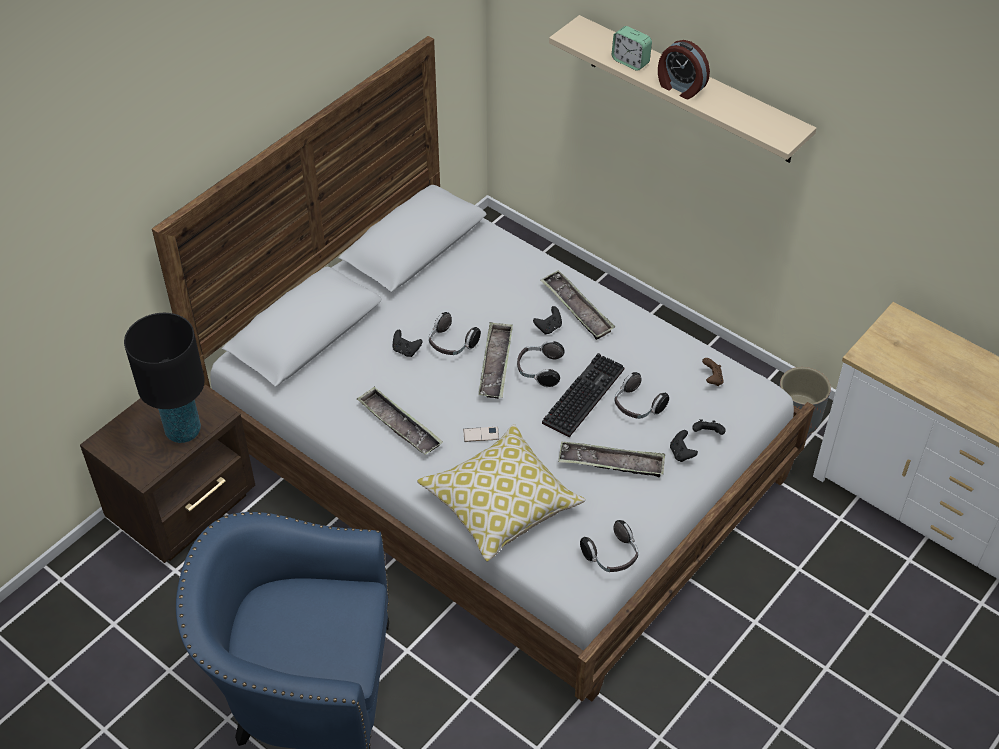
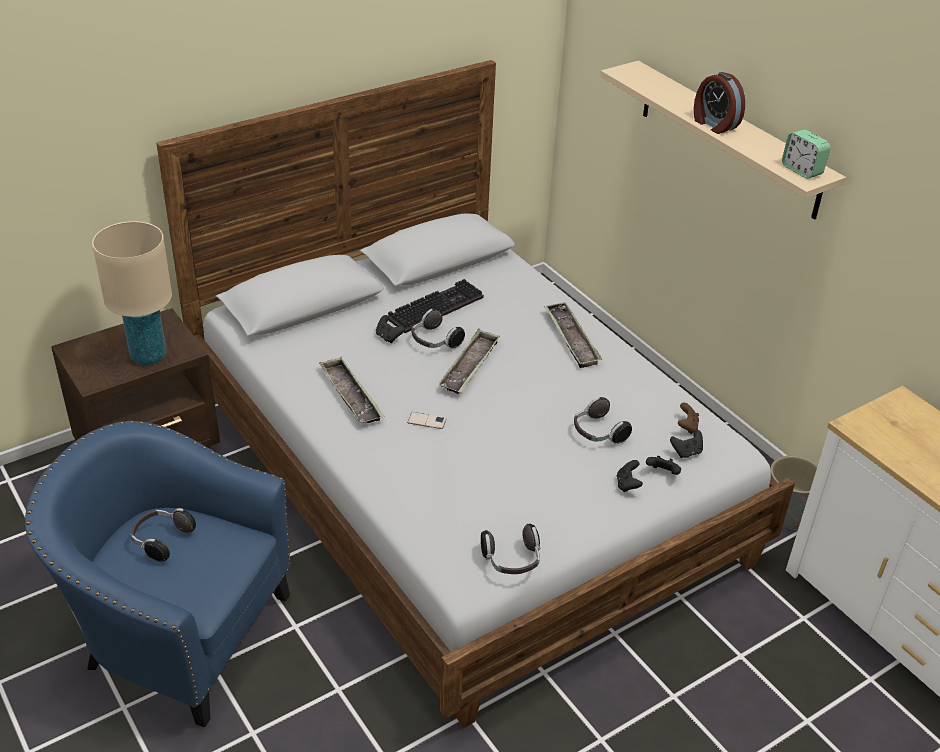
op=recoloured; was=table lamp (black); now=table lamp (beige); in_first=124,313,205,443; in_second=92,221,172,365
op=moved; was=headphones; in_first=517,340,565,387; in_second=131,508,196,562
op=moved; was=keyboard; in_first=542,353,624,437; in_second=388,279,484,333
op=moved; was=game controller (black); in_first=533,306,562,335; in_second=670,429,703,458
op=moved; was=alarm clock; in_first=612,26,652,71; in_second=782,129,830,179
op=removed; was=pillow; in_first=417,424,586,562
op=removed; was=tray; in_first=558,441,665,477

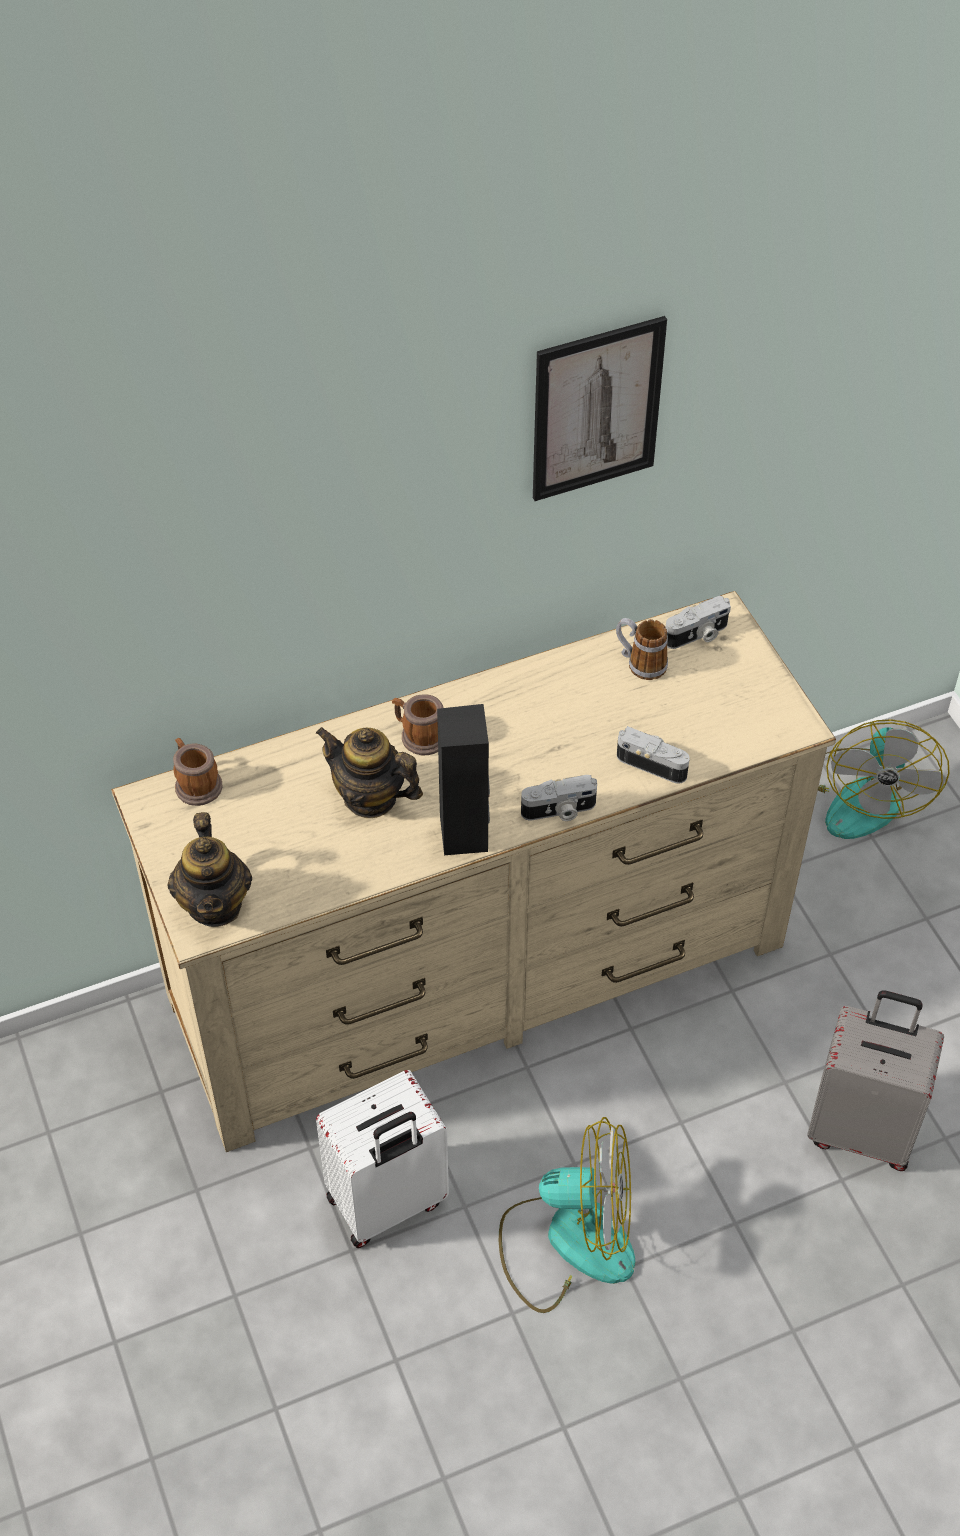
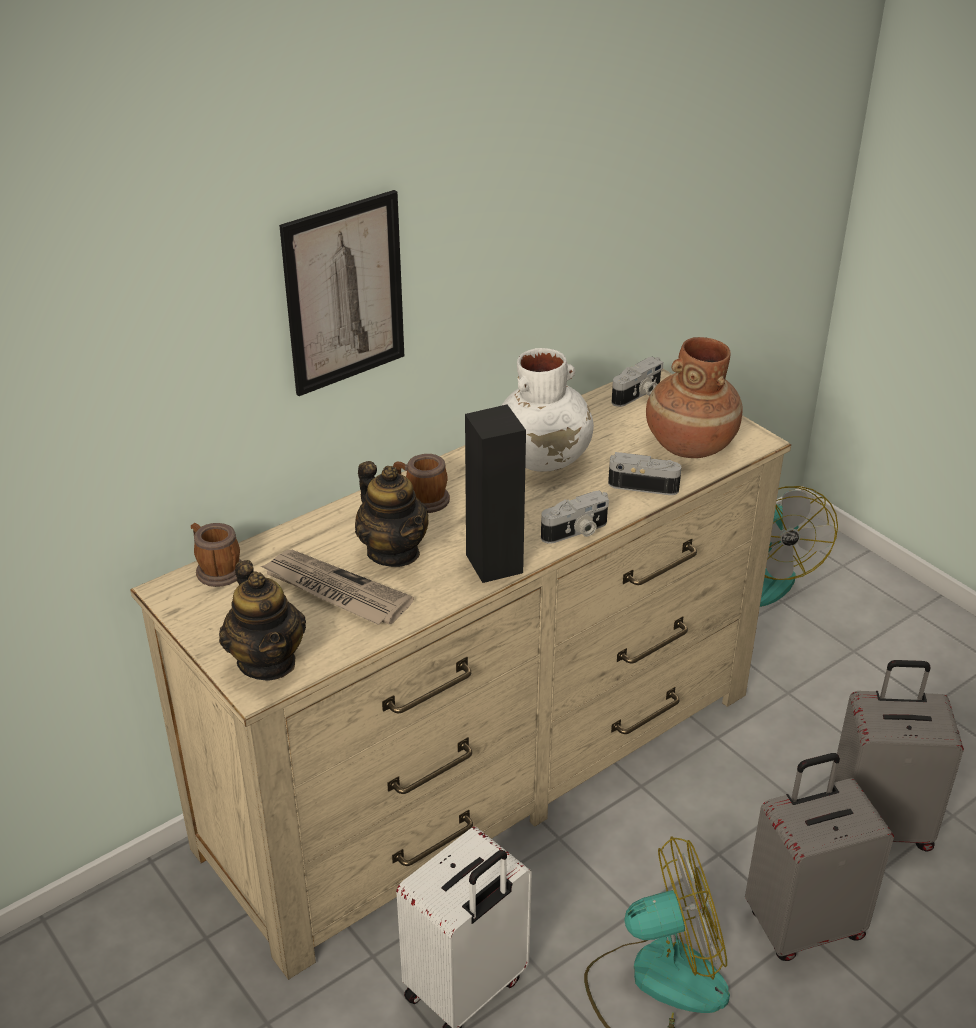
op=added; now=newspaper; in_second=261,550,414,625
op=moved; was=picture; in_first=533,316,667,501; in_second=279,190,404,396
op=turned; was=teapot; in_first=316,727,423,818; in_second=355,461,429,567; clockwise=-135
op=added; now=vase (white); in_second=501,348,594,472
op=added; now=vase (brown); in_second=646,337,742,458
op=added; now=suitcase (grey); in_second=745,753,894,961
op=removed; was=mug; in_first=616,618,668,680

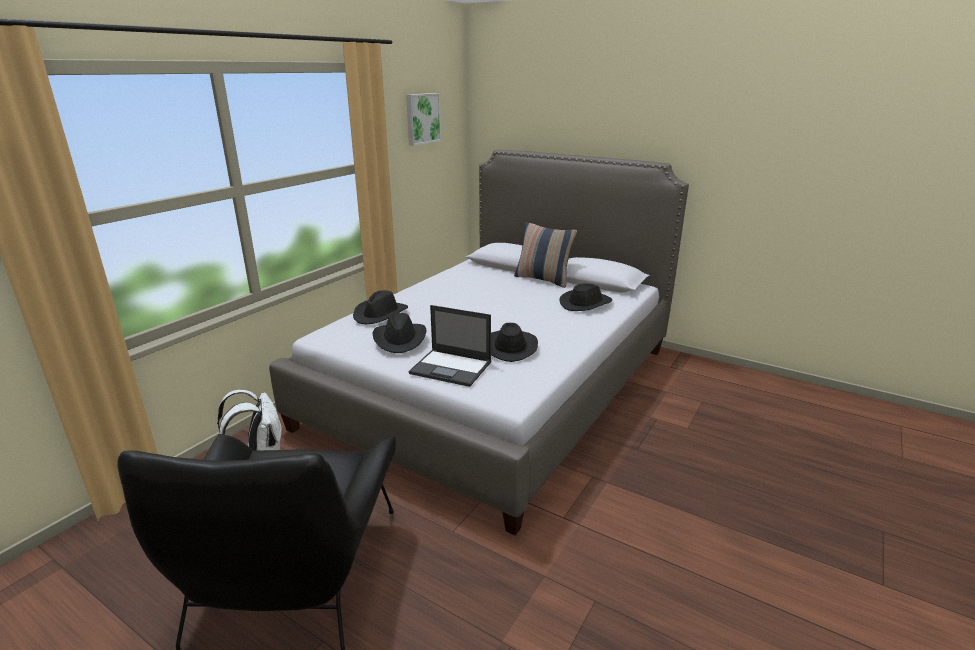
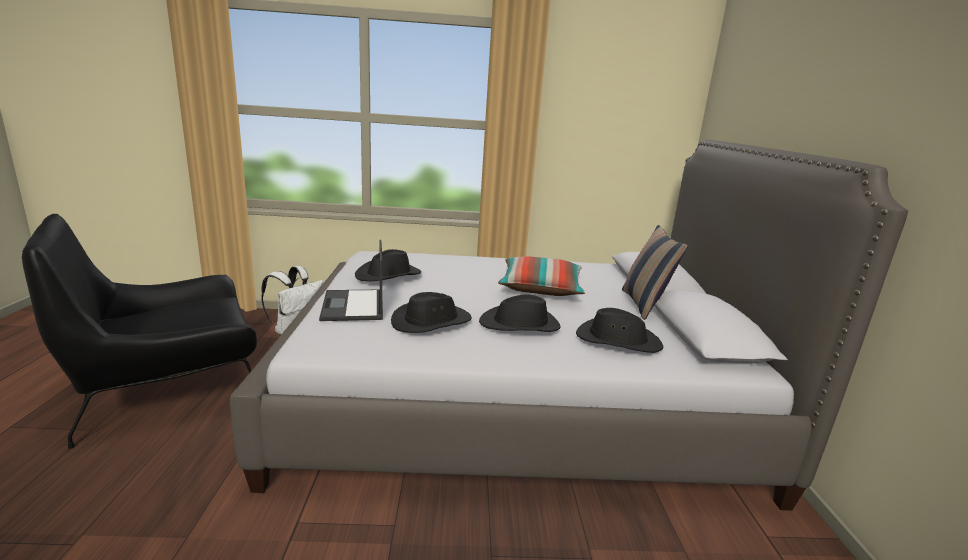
op=moved; was=hat (black); in_first=353,290,408,324; in_second=479,294,561,332
op=added; now=pillow; in_second=498,256,585,296
op=removed; was=picture; in_first=406,93,442,146

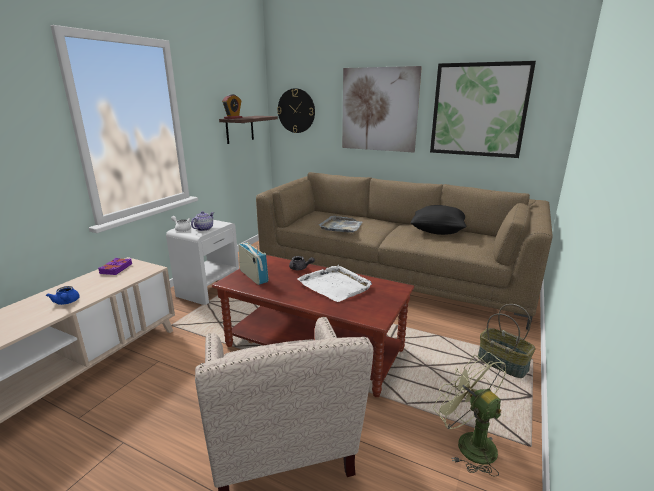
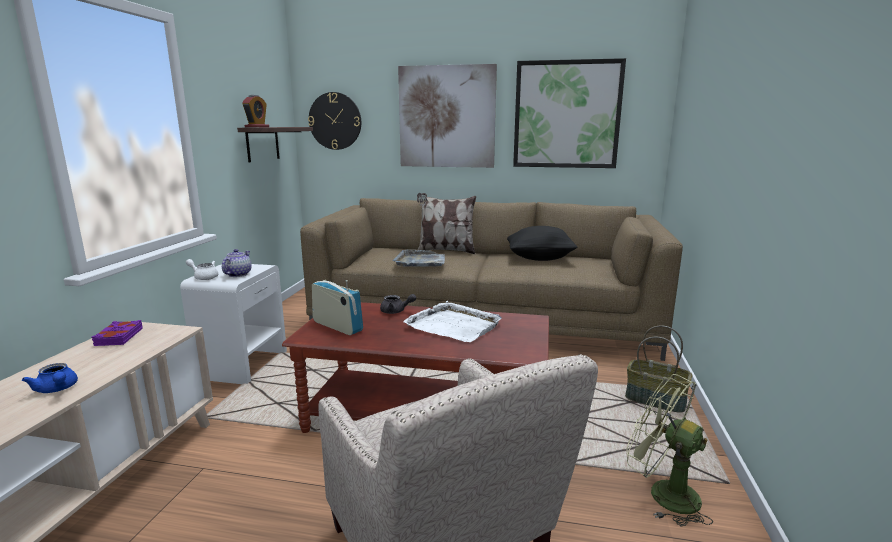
op=added; now=pillow; in_second=417,193,476,254

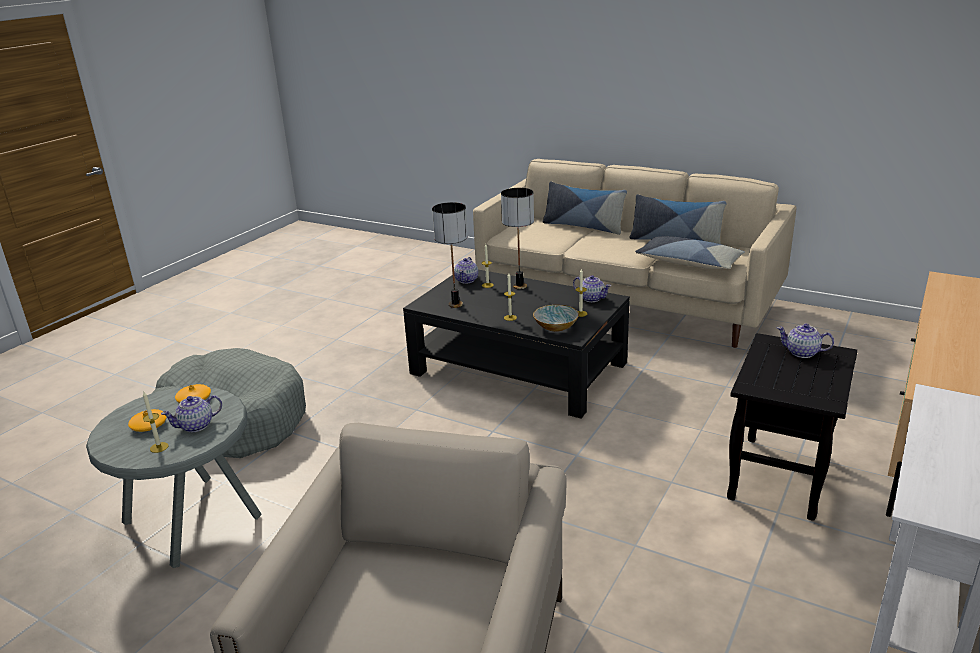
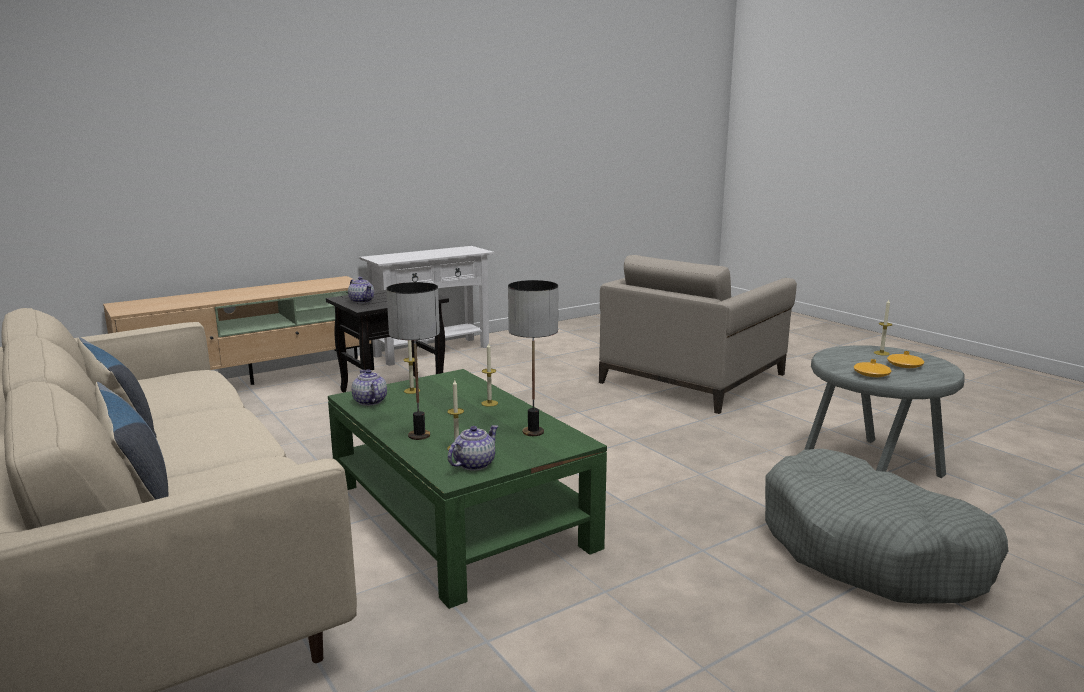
op=recoloured; was=coffee table (black); now=coffee table (green); in_first=403,270,630,418; in_second=328,369,607,609
op=removed; was=teapot; in_first=161,395,222,432
op=removed; was=bowl; in_first=533,305,579,332
op=removed; was=pillow; in_first=635,236,745,269

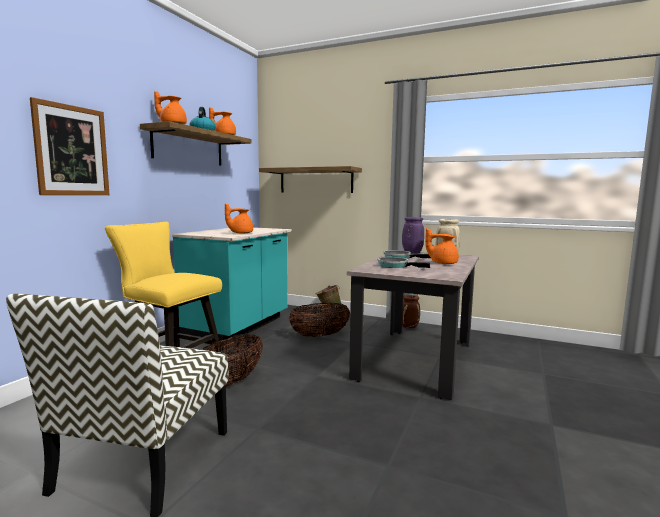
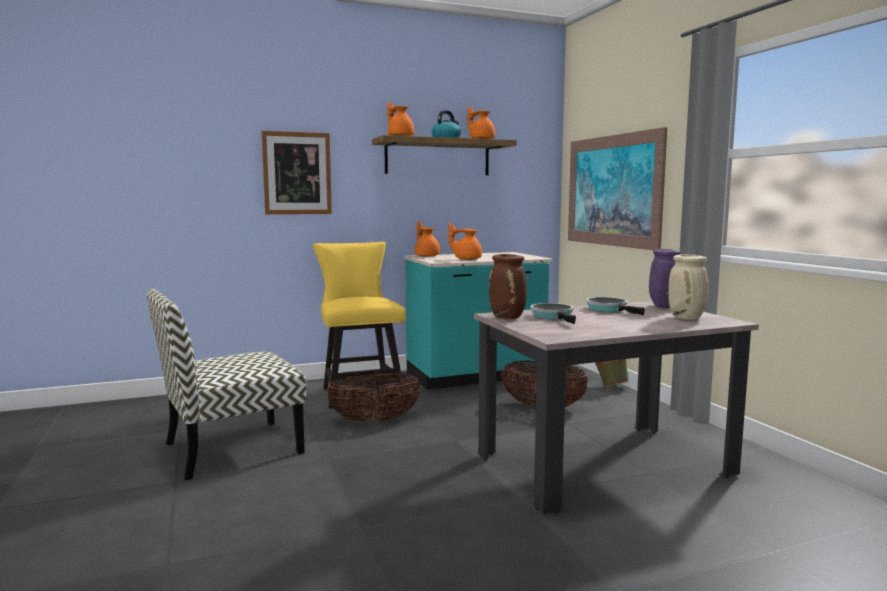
op=moved; was=teapot (orange); in_first=425,228,459,264; in_second=415,221,440,257
op=moved; was=vase (brown); in_first=402,295,420,328; in_second=489,254,527,319
op=replaced; was=shelf; now=picture; in_first=259,166,362,193; in_second=568,127,667,250

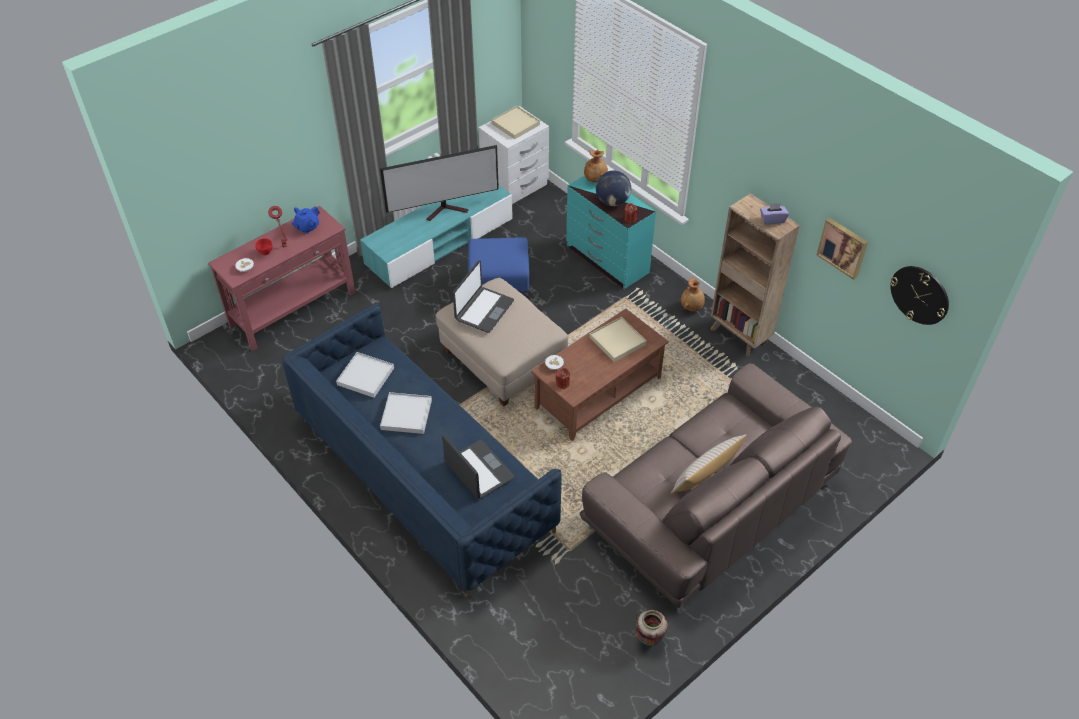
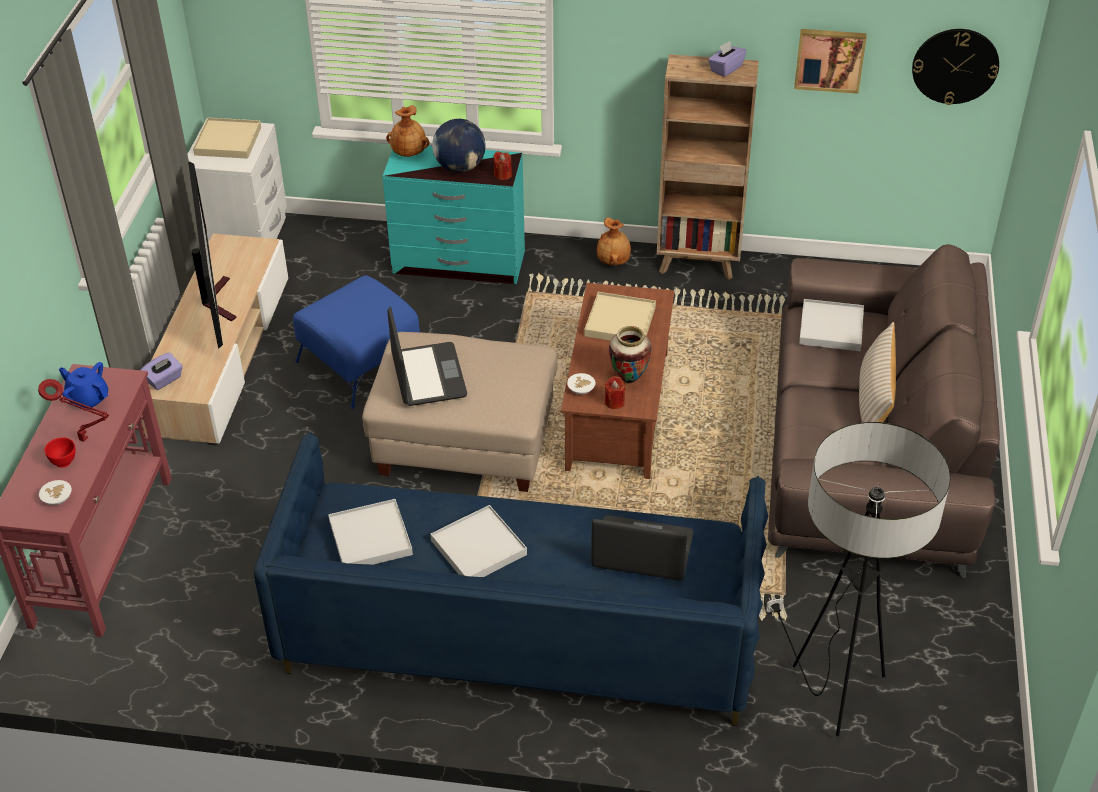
op=turned; was=teapot (blue); in_first=291,206,320,234; in_second=59,362,108,409; clockwise=120
op=added; now=tissue box (purple); in_second=140,353,183,390
op=recoloured; was=tv stand (turquoise); now=tv stand (beige); in_first=360,185,513,288; in_second=141,234,288,445
op=turned; was=television; in_first=380,145,499,221; in_second=188,161,237,349; clockwise=-45
op=moved; was=vase; in_first=635,610,668,646; in_second=609,326,652,383
op=added; now=floor lamp; in_second=766,422,951,736
op=added; now=tray (white); in_second=799,299,864,351

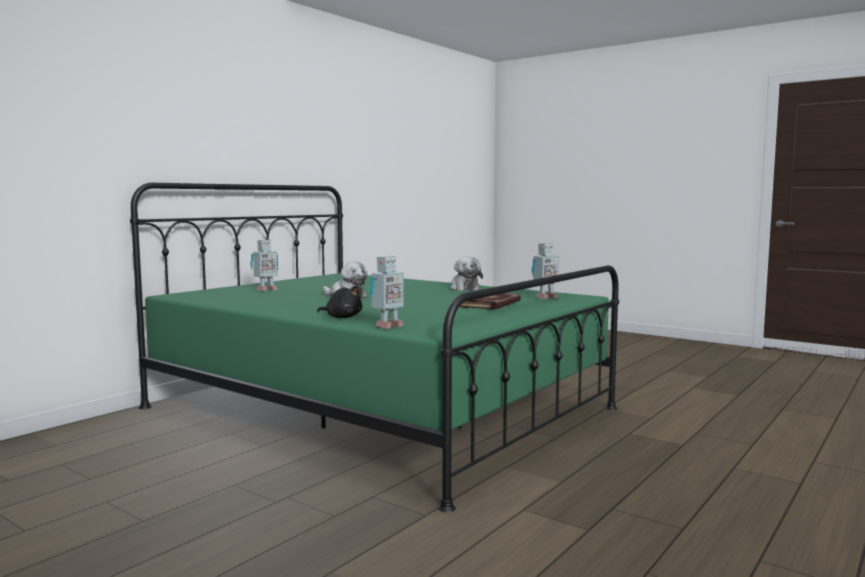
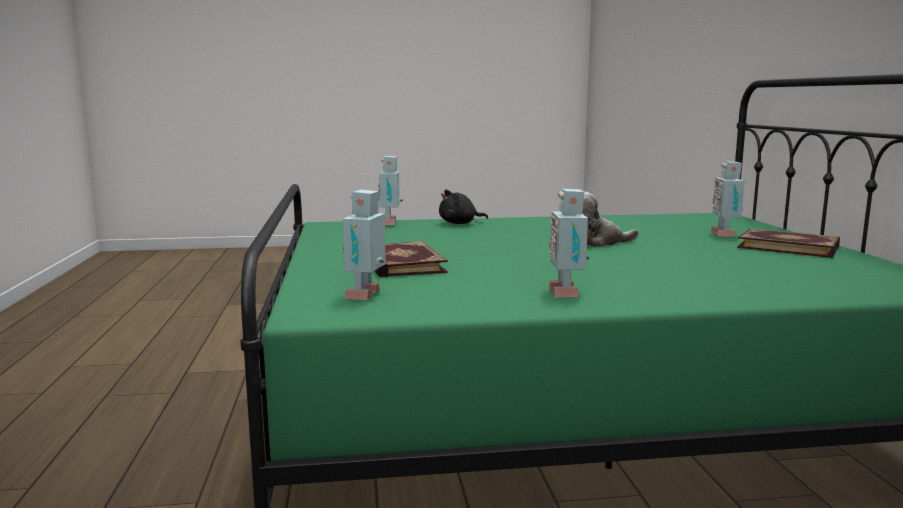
op=replaced; was=plush toy; now=toy robot; in_first=450,256,483,291; in_second=548,189,589,298
op=added; now=book; in_second=737,228,840,258

